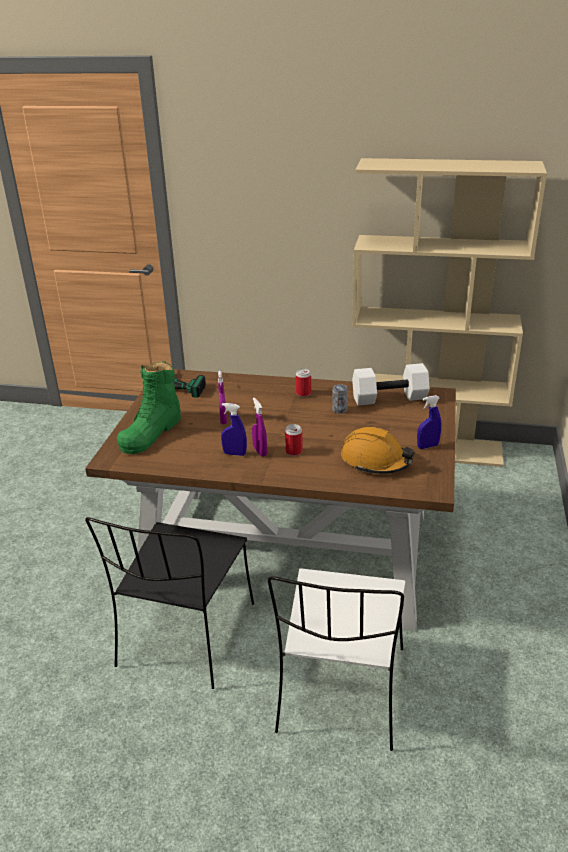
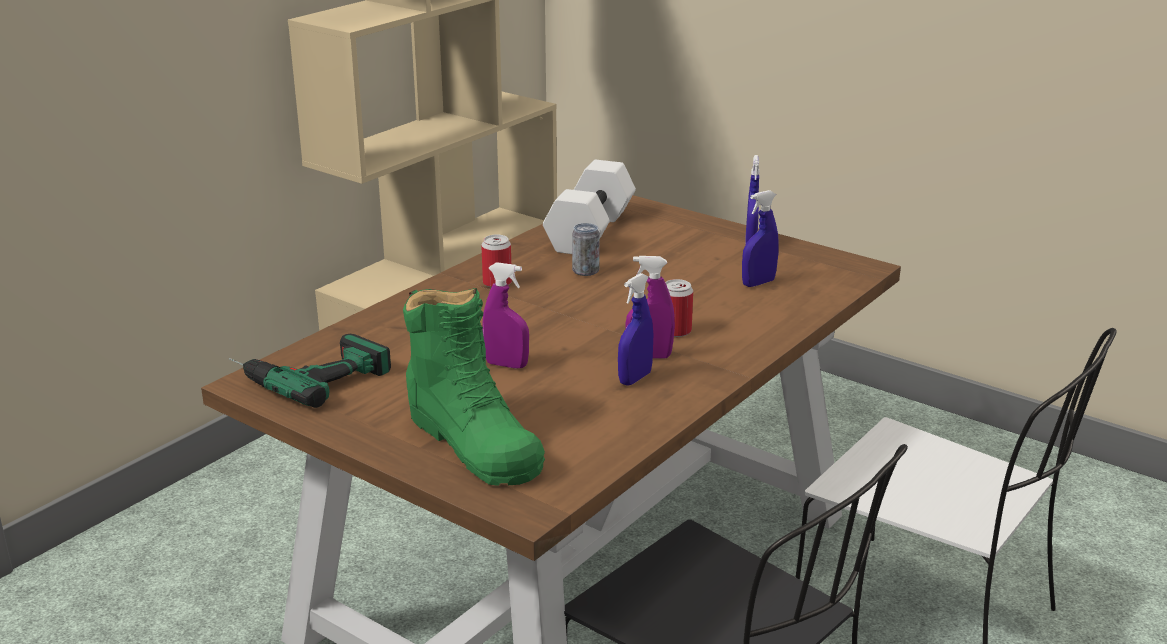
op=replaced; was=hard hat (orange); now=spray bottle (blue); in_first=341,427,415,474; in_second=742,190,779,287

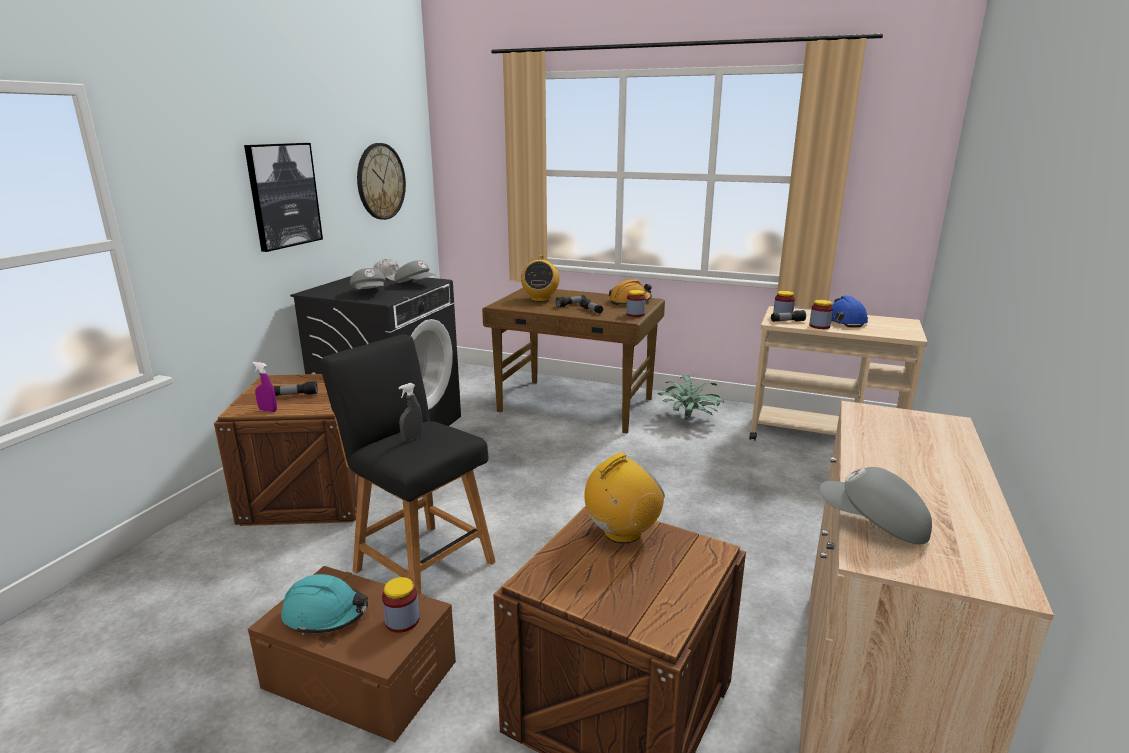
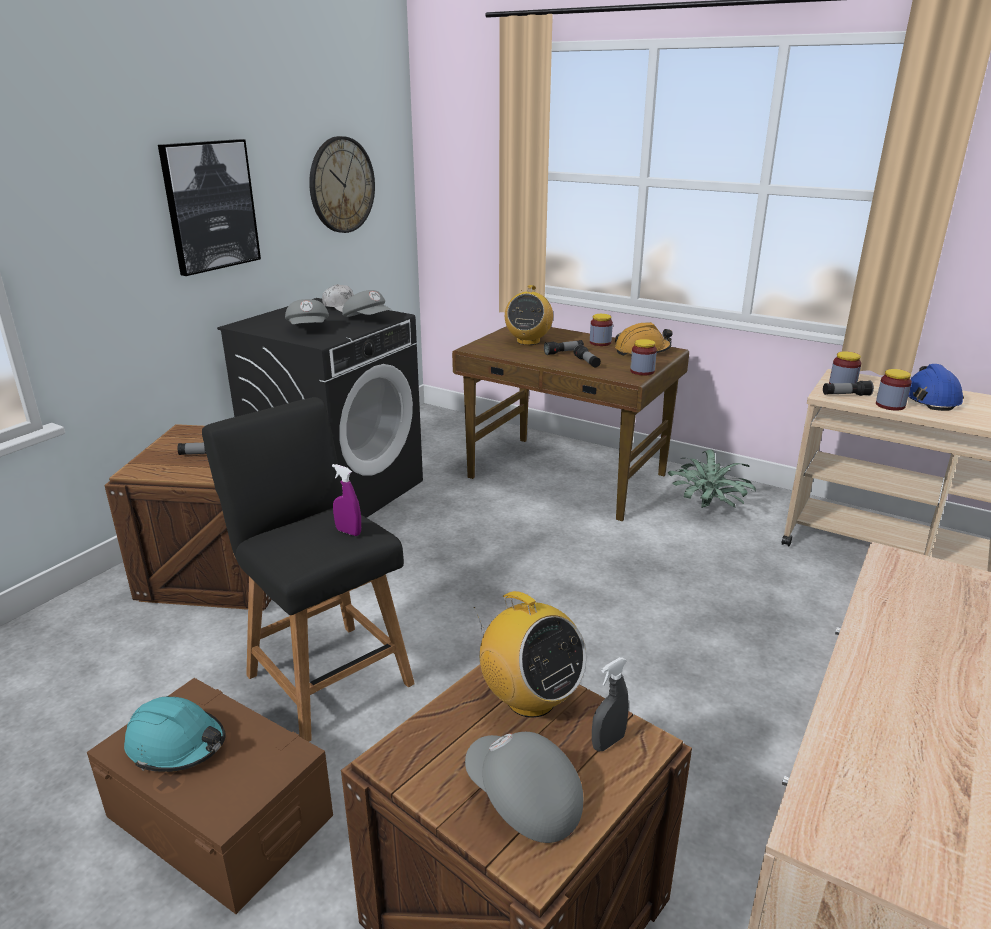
op=moved; was=spray bottle (purple); in_first=252,362,277,412; in_second=332,464,361,536
op=moved; was=cap (grey); in_first=820,467,932,544; in_second=465,732,583,843
op=turned; was=radio; in_first=584,452,665,543; in_second=474,591,586,718; clockwise=75
op=moved; was=jar; in_first=382,577,419,633; in_second=590,314,613,346
op=moved; was=spray bottle (grey); in_first=399,383,423,442; in_second=592,657,629,751

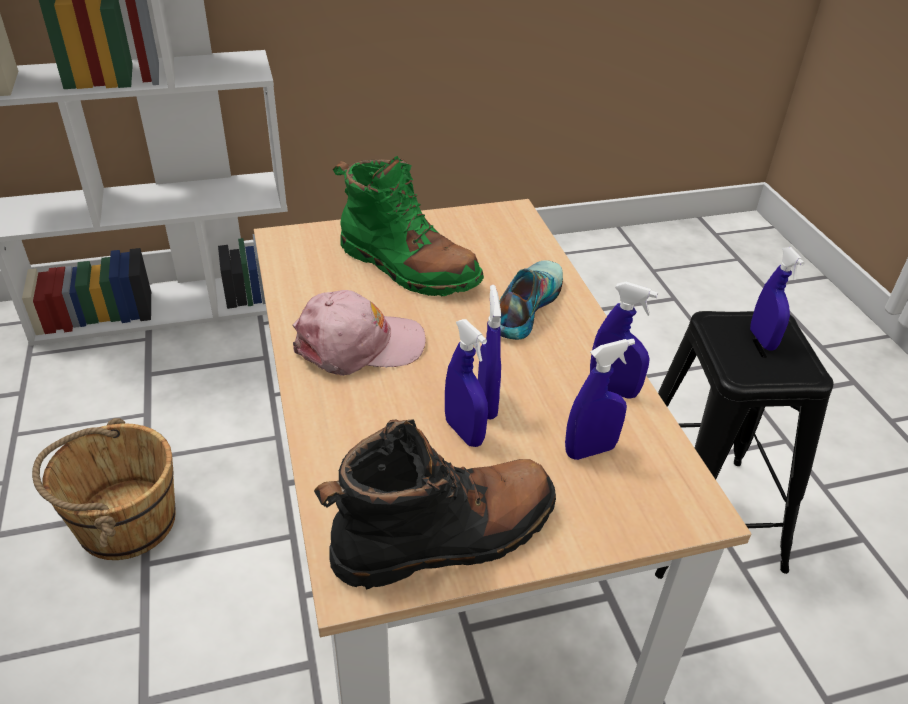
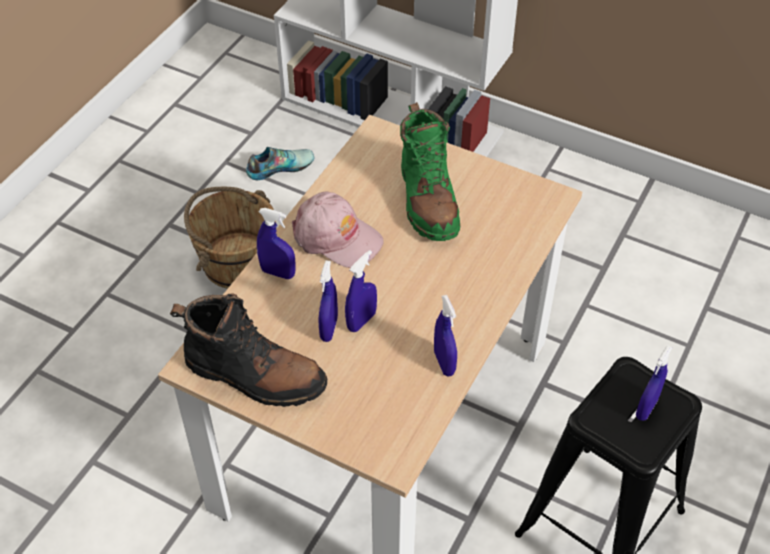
op=moved; was=shoe; in_first=499,260,563,340; in_second=246,147,315,180
op=moved; was=spray bottle (blue); in_first=565,339,635,460; in_second=257,208,296,279

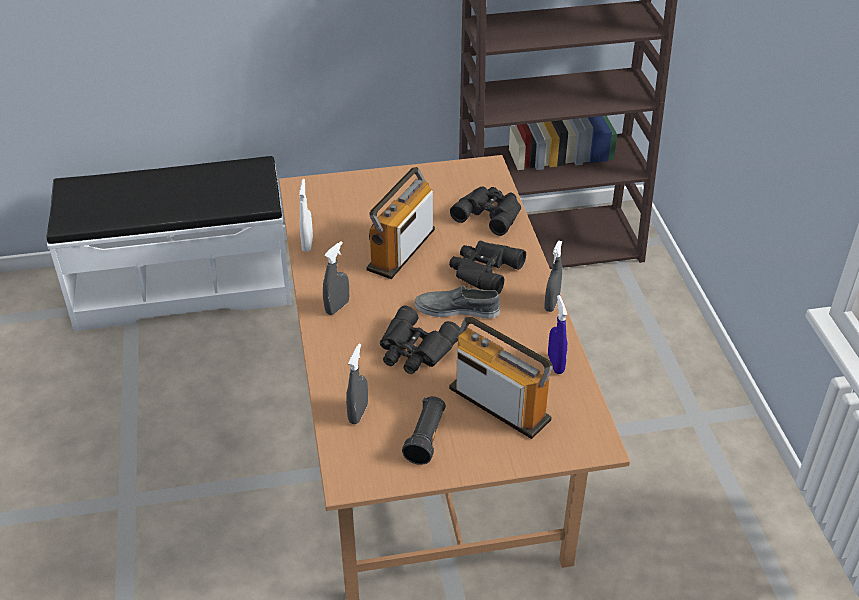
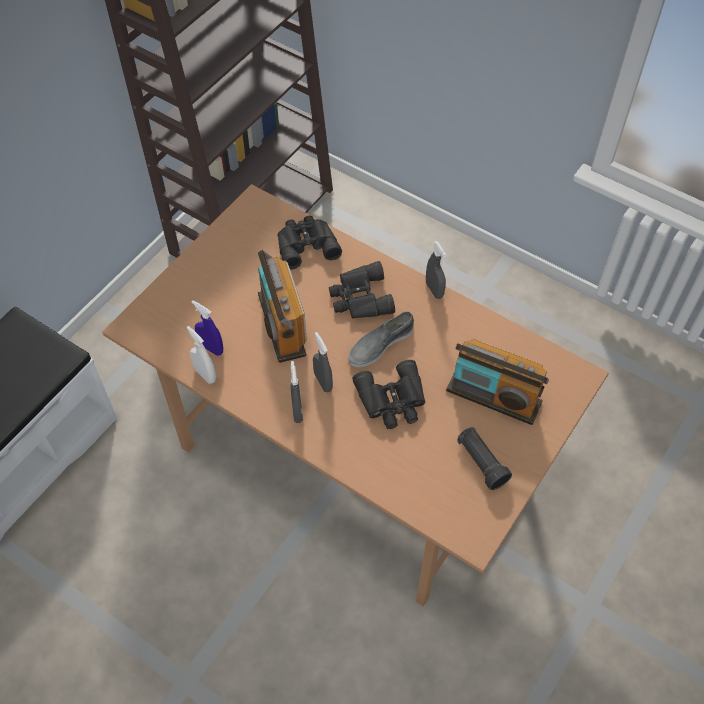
op=moved; was=spray bottle (blue); in_first=548,295,567,374; in_second=192,300,223,356
op=moved; was=spray bottle (grey); in_first=346,343,368,424; in_second=313,332,333,392
op=turned; was=radio; in_first=449,317,553,439; in_second=446,339,549,425; clockwise=-150

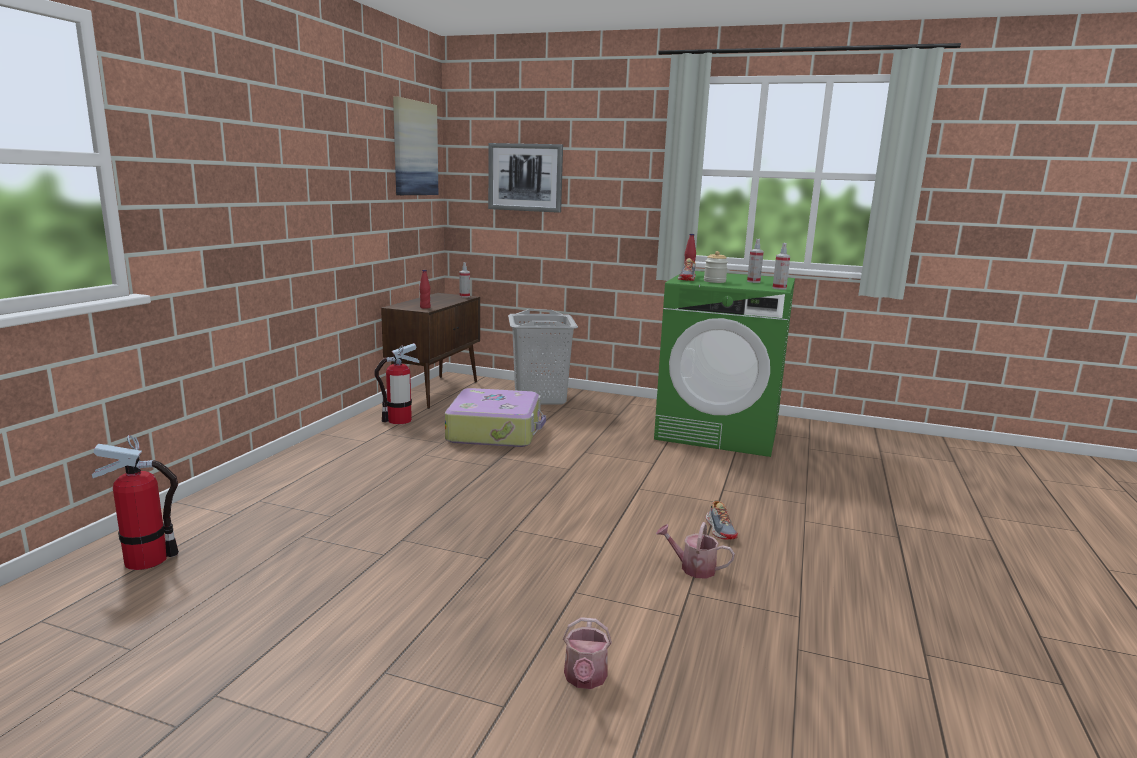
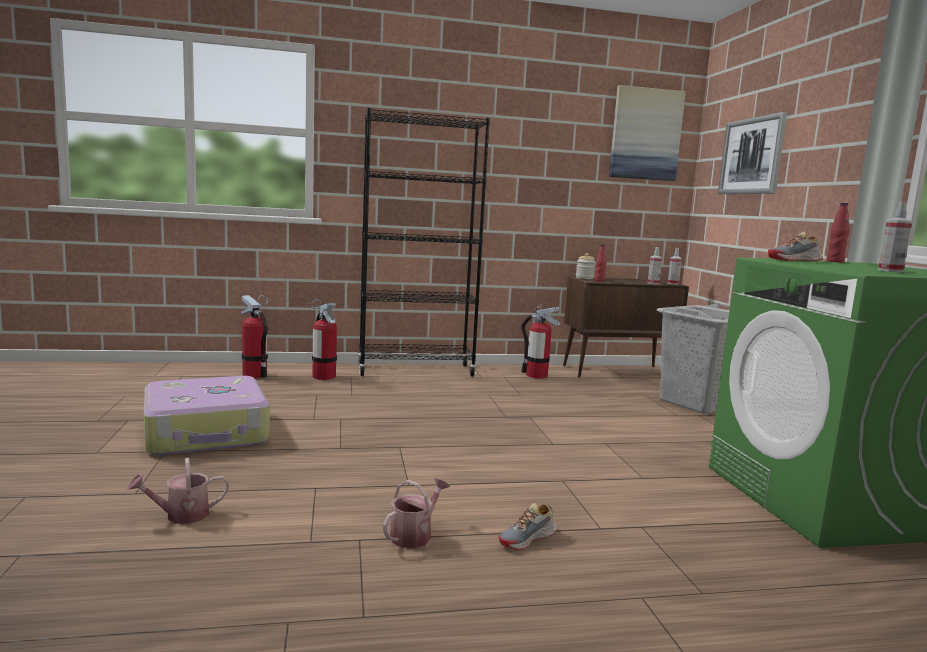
op=moved; was=suitcase; in_first=445,388,546,447; in_second=144,376,270,455
op=added; now=fire extinguisher; in_second=311,299,337,380
op=added; now=bookcase (black); in_second=358,108,490,377
op=turned; was=watering can; in_first=656,522,735,579; in_second=383,478,450,548; clockwise=45
op=moved; was=jar; in_first=704,251,728,283; in_second=576,253,596,279
op=moved; was=spray bottle; in_first=773,243,790,290; in_second=648,247,662,284

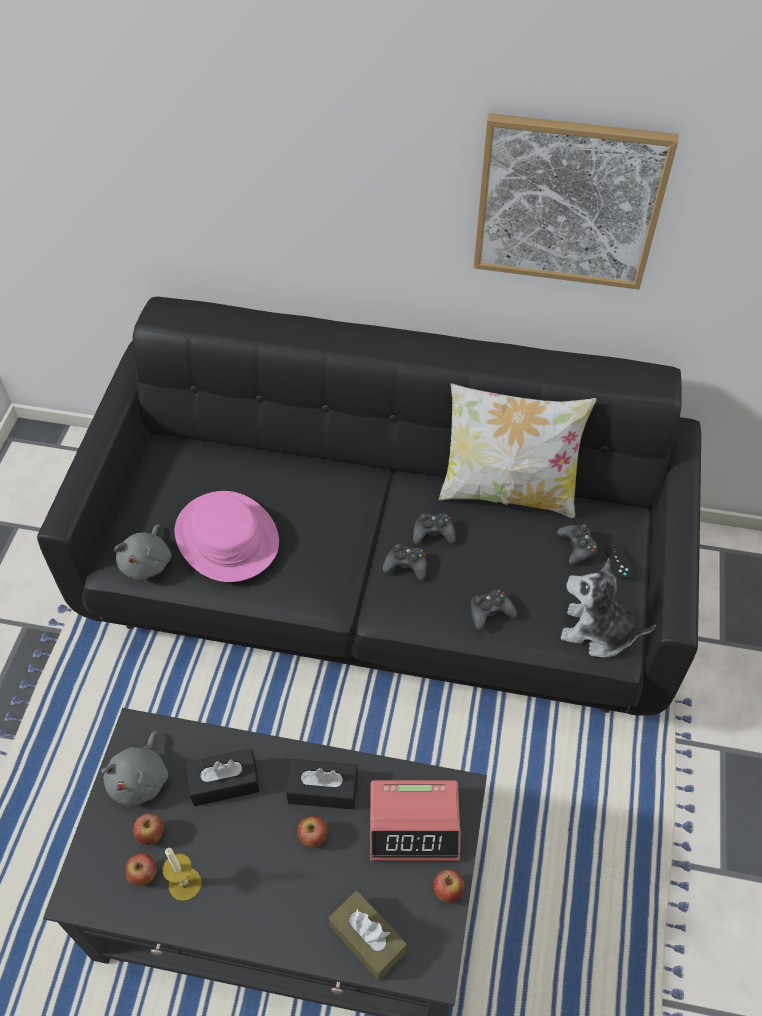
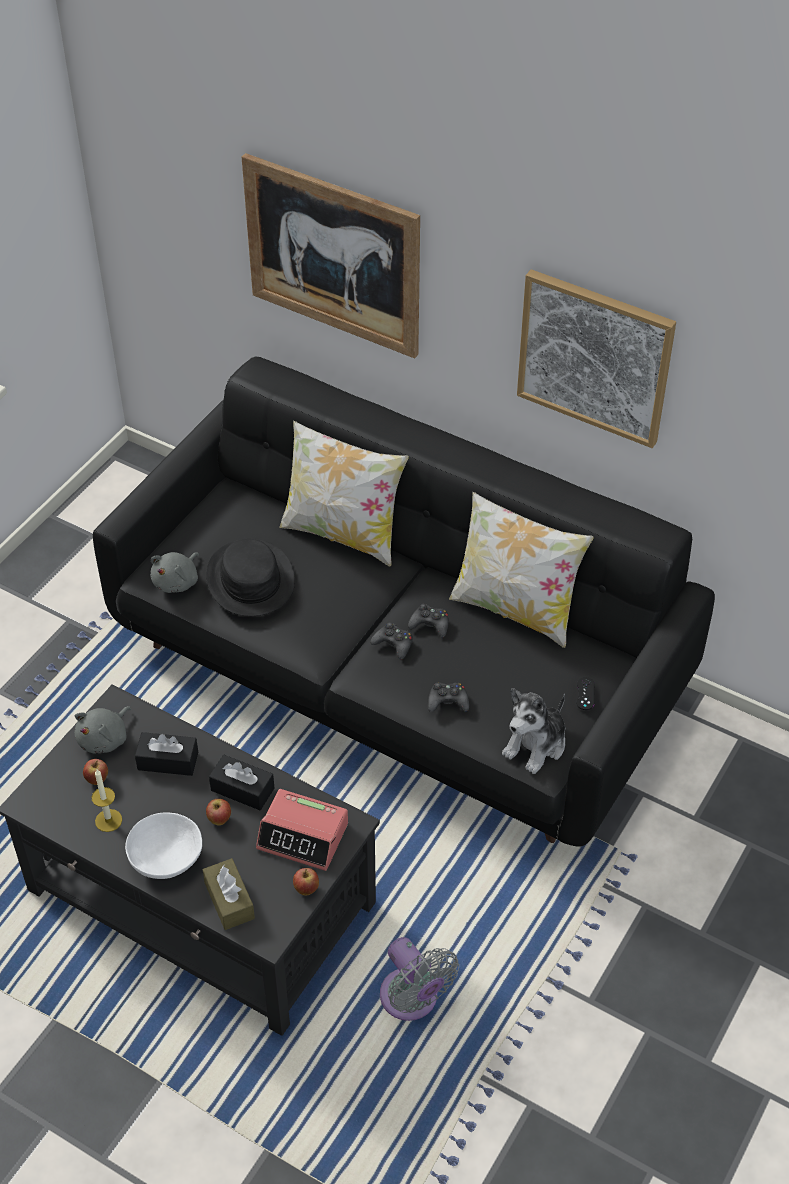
op=added; now=bowl (white); in_second=125,812,202,879
op=recoloured; was=hat (pink); now=hat (black); in_first=175,491,279,582; in_second=206,539,295,616
op=added; now=picture; in_second=242,153,420,359
op=added; now=pillow; in_second=279,420,409,566
op=added; now=fan (grey); in_second=380,937,459,1021
op=turned; was=plush toy; in_first=560,558,656,657; in_second=502,688,565,774; clockwise=-90
op=removed; was=apple; in_first=125,853,157,886
op=removed; was=game controller (black); in_first=557,524,598,564

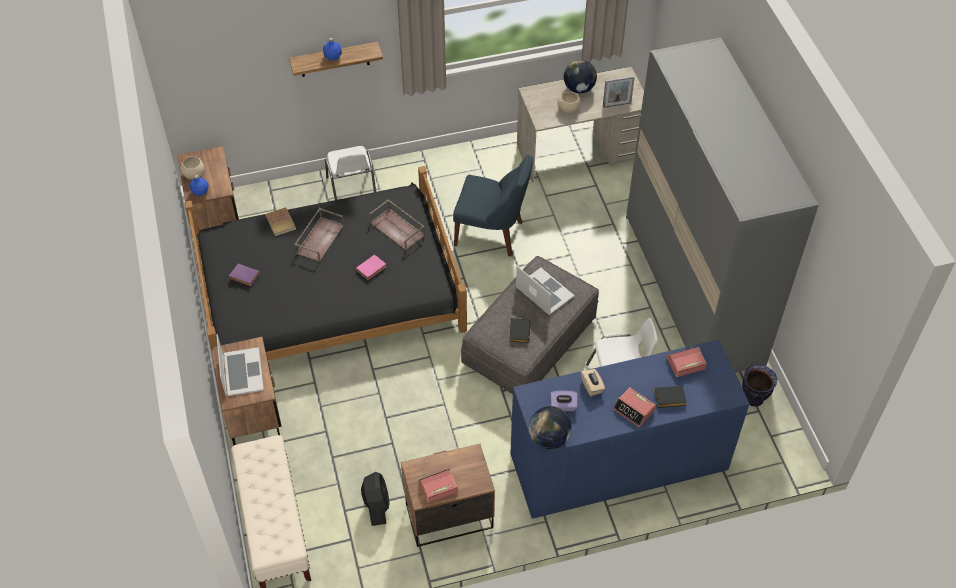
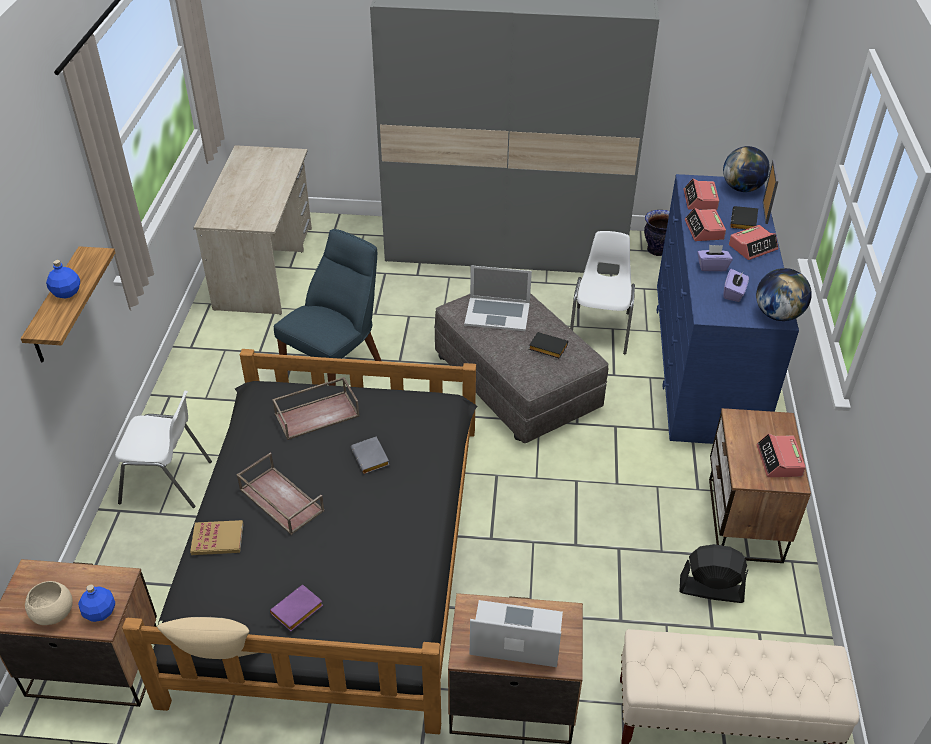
op=added; now=pillow (beige); in_second=157,617,257,659
op=recoloured; was=book (pink); now=book (grey); in_first=356,255,387,280; in_second=351,437,390,474
op=turned; was=laptop; in_first=516,266,575,315; in_second=464,265,532,331; clockwise=-150
op=added; now=alarm clock; in_second=685,208,726,241
op=recoloured; was=tissue box (beige); now=tissue box (purple); in_first=581,369,605,396; in_second=697,245,733,271
op=moved; was=globe; in_first=564,60,597,93; in_second=723,146,770,192
op=moved; was=picture frame; in_first=603,76,635,108; in_second=763,159,779,224
op=removed; was=bowl (beige); in_first=558,92,580,114

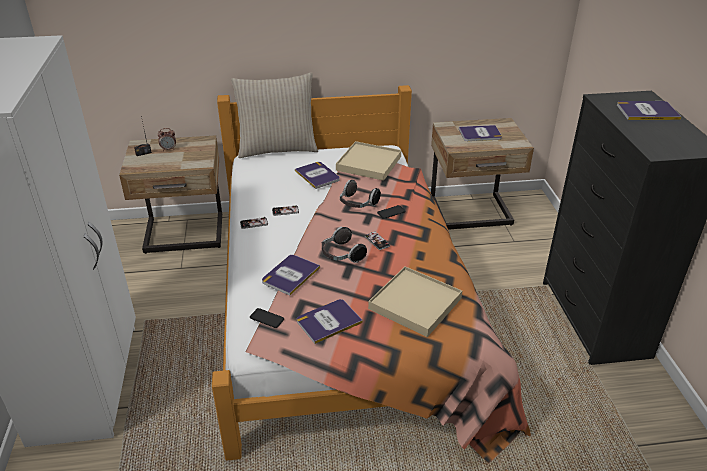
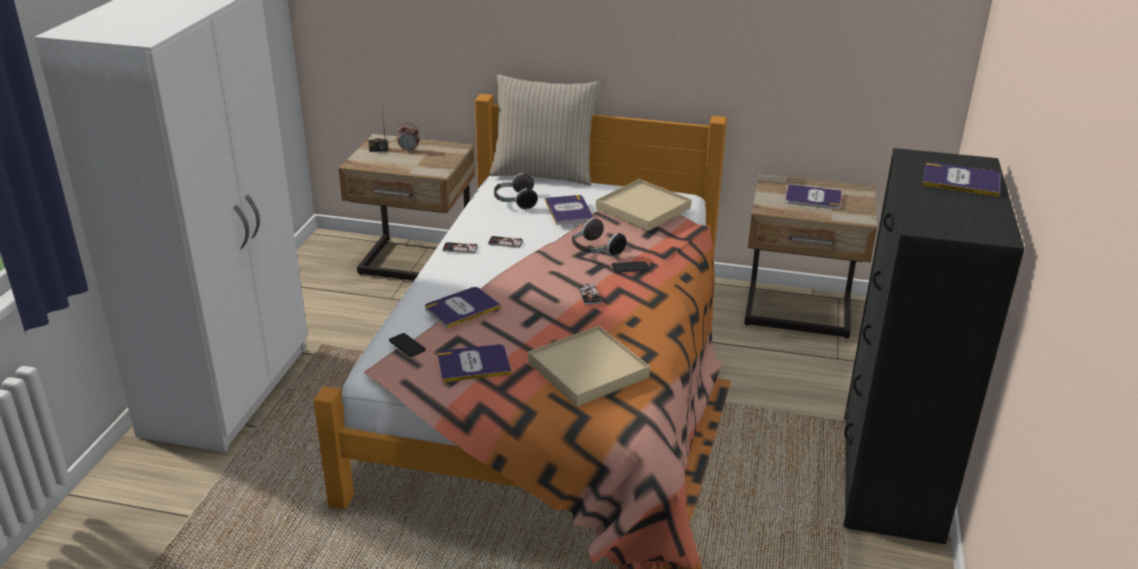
op=moved; was=headphones; in_first=322,226,367,263; in_second=494,173,538,210

